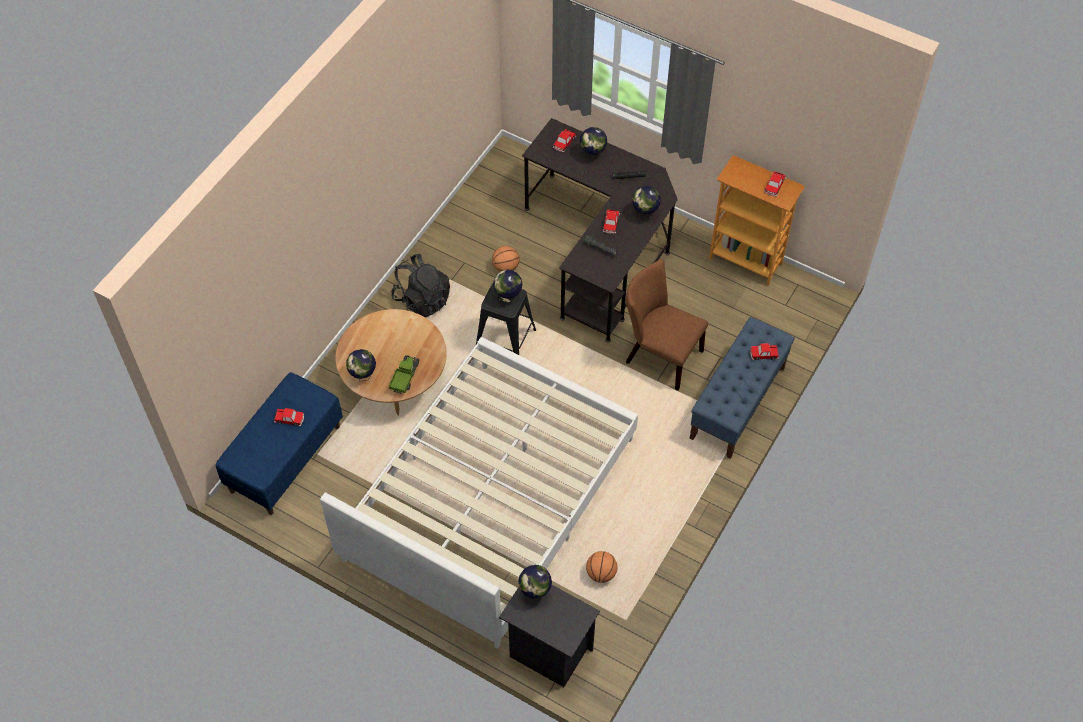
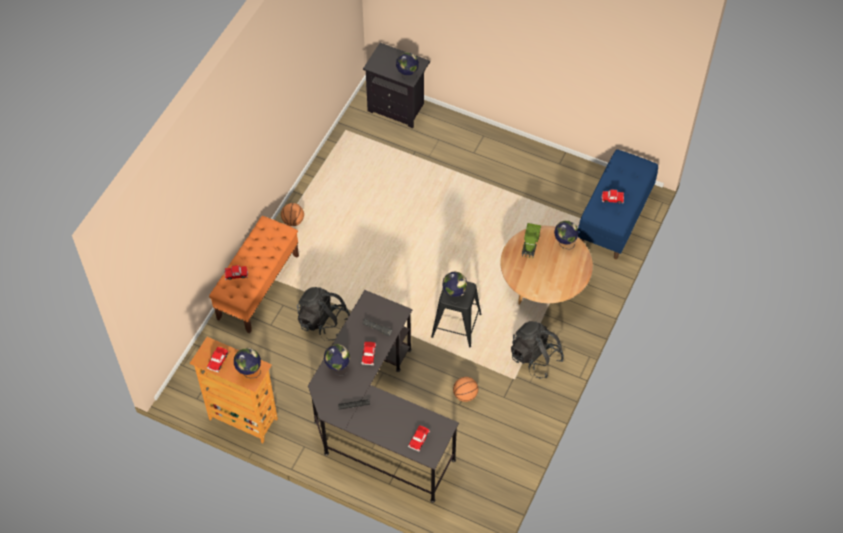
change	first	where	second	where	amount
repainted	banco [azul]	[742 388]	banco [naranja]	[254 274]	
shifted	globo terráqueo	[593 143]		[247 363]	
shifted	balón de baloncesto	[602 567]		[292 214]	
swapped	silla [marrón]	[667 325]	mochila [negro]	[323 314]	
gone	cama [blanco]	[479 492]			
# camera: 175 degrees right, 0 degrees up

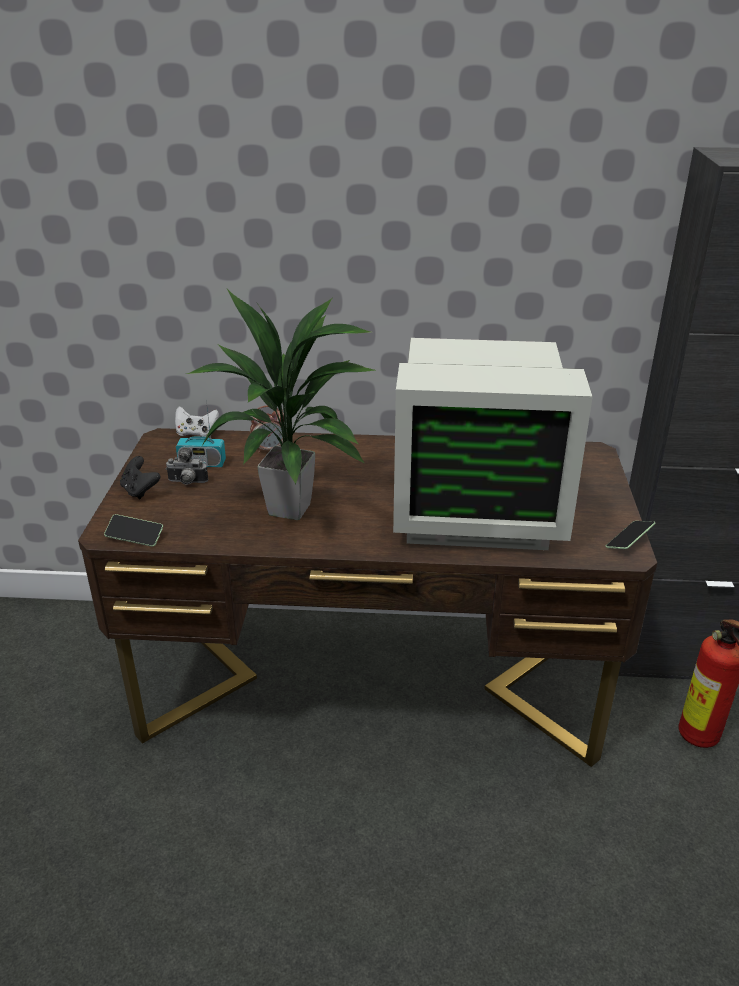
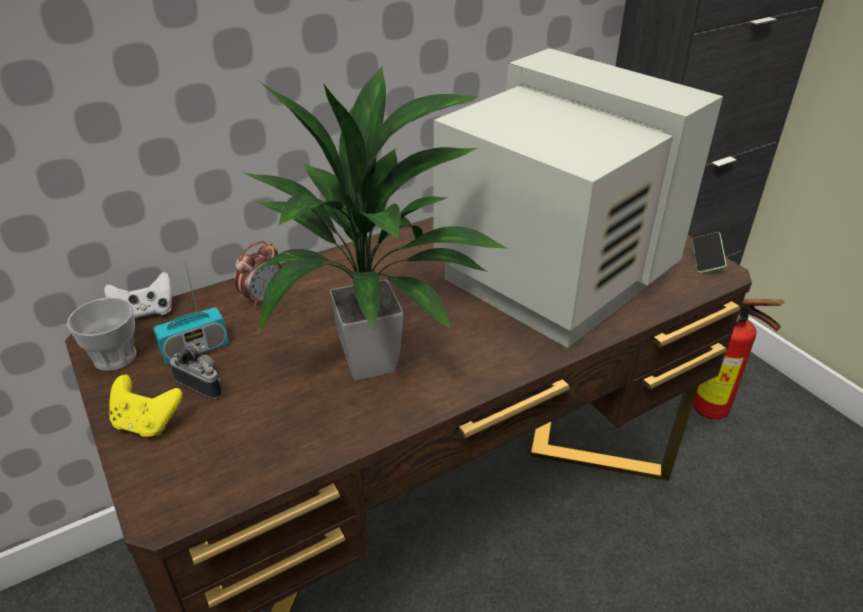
change	first	where	second	where	amount
new			taza	[101 334]	
repainted	mando de consola [negro]	[140 477]	mando de consola [amarillo]	[146 405]	
rotated	cámara	[187 466]		[196 370]	120 degrees counterclockwise
rotated	monitor	[493 444]		[578 198]	105 degrees counterclockwise
gone	móvil	[133 530]			
# camera: 35 degrees left, 5 degrees up

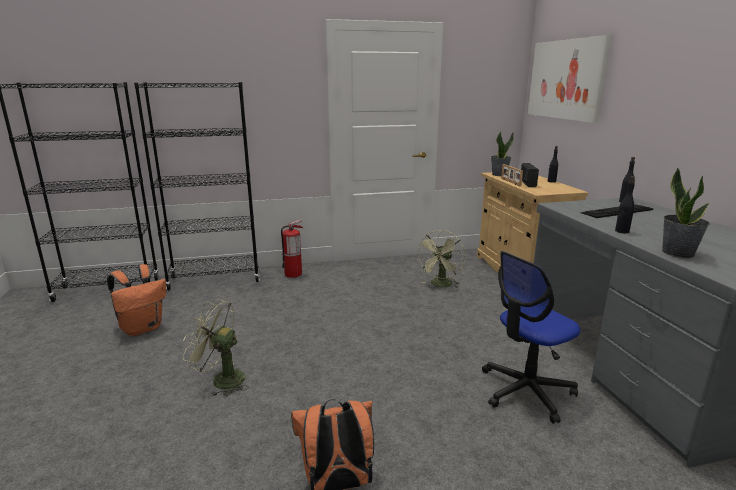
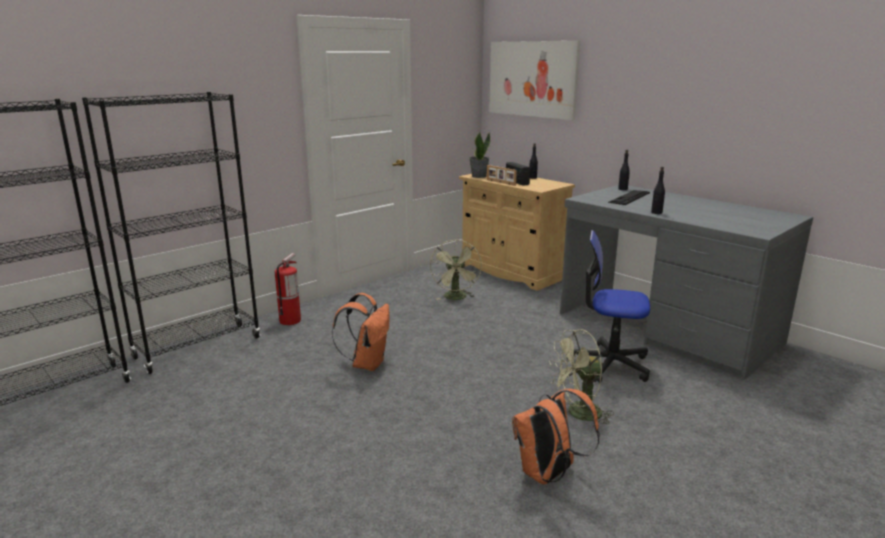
change	first	where	second	where	amount
shifted	mochila [naranja]	[136 300]		[361 332]	
shifted	ventilador [verde]	[216 348]		[581 378]	
rotated	silla de oficina	[531 337]		[608 306]	75 degrees clockwise
gone	planta en maceta	[685 212]			
# camera: 30 degrees left, 0 degrees up

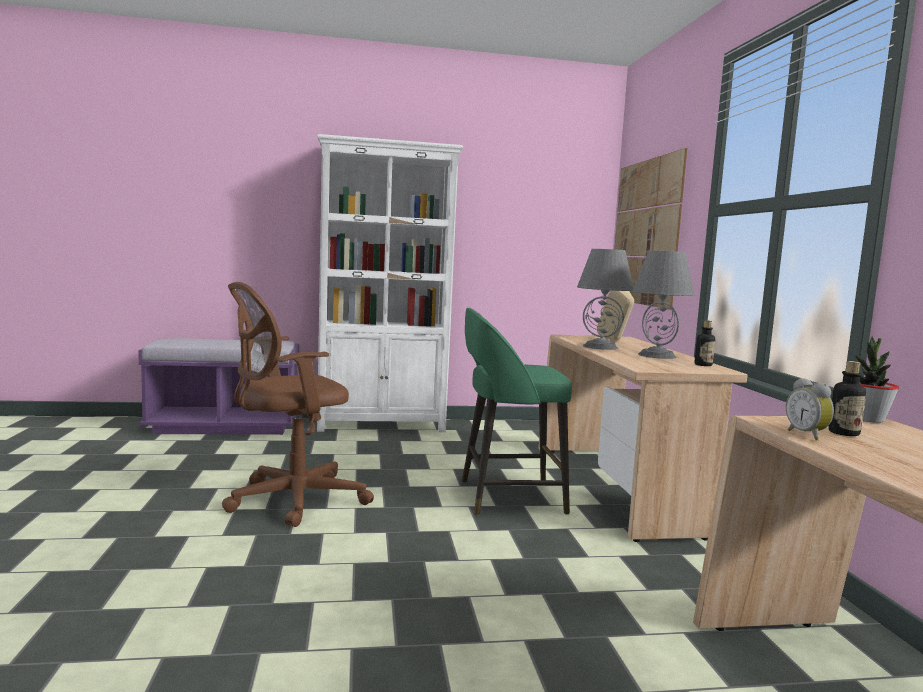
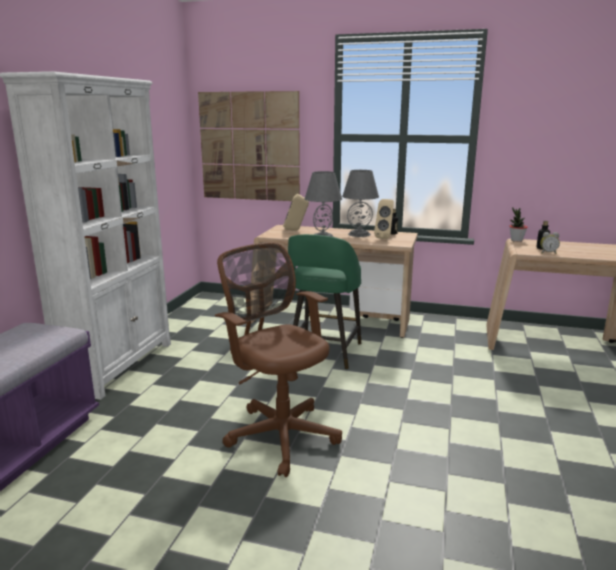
change	first	where	second	where	amount
rotated	silla de oficina [marrón]	[298 404]		[278 360]	150 degrees clockwise
new			altavoz [beis]	[384 219]	
# camera: 65 degrees left, 10 degrees up

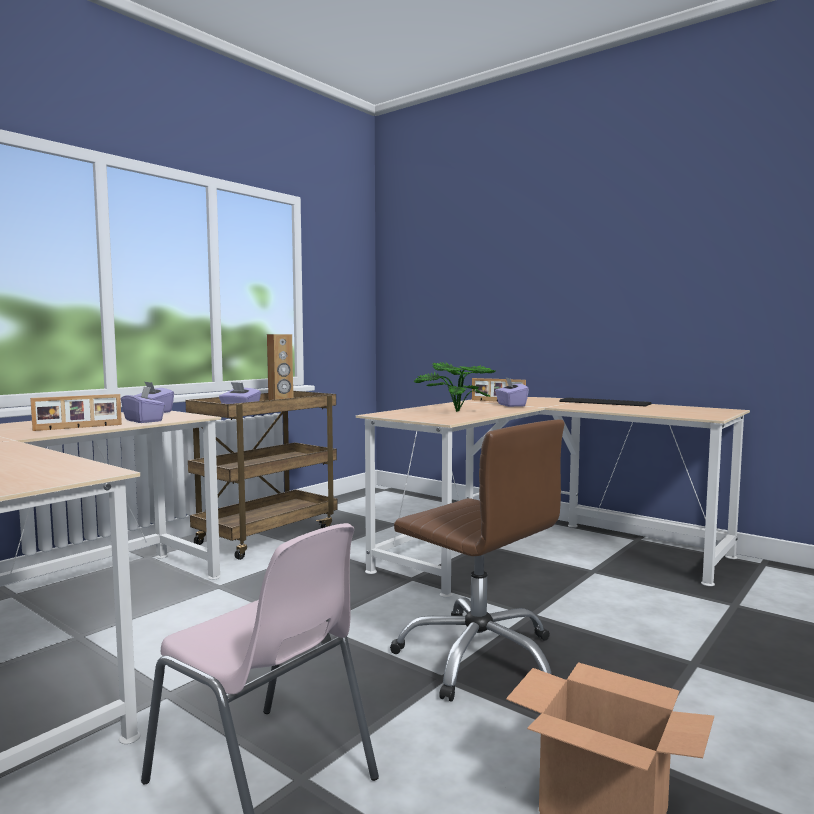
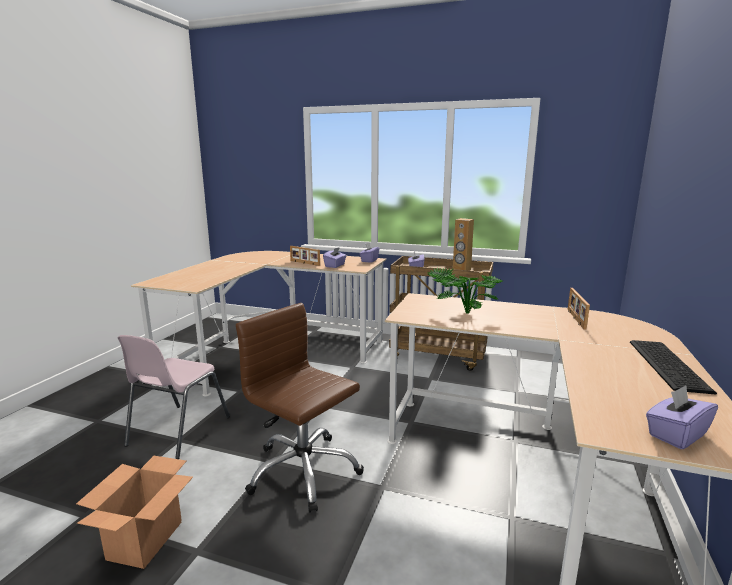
change	first	where	second	where	amount
rotated	silla de oficina [marrón]	[477 561]		[300 408]	105 degrees clockwise
shifted	caja de pañuelos [morado]	[512 392]		[682 417]	
# camera: 70 degrees right, 10 degrees up

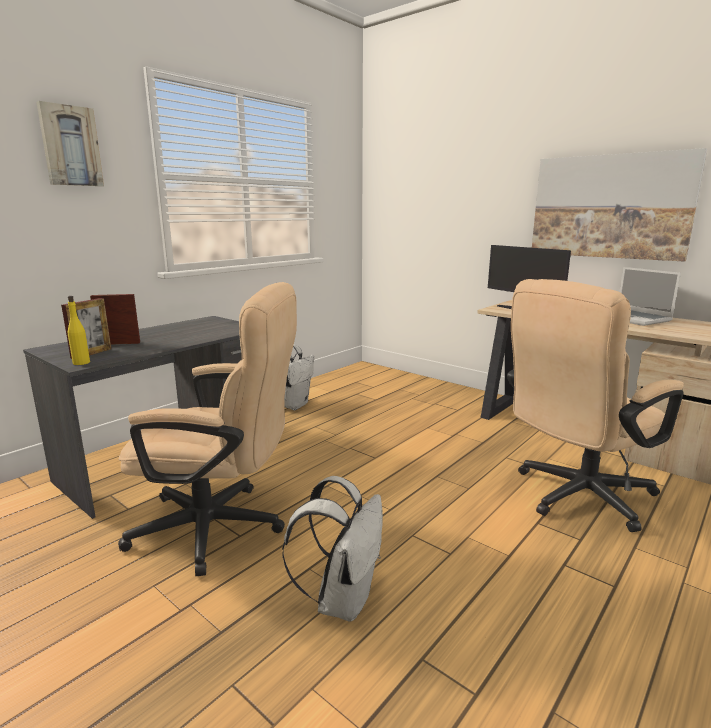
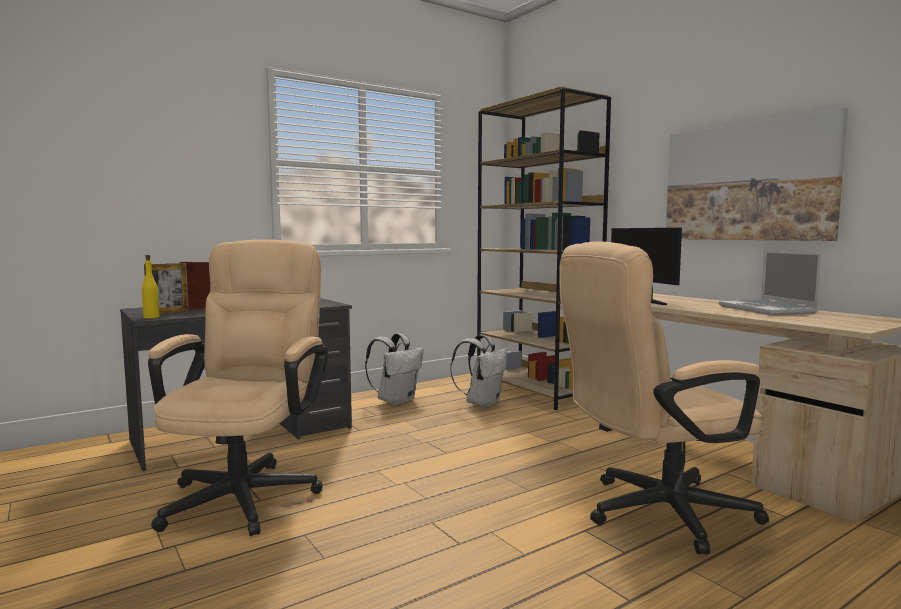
change	first	where	second	where	amount
rotated	silla de oficina [beis]	[207 429]		[238 388]	105 degrees counterclockwise
shifted	mochila [blanco]	[332 549]		[478 371]	
new			estantería [marrón]	[544 248]	
gone	cuadro	[70 143]			
# camera: 15 degrees right, 10 degrees down

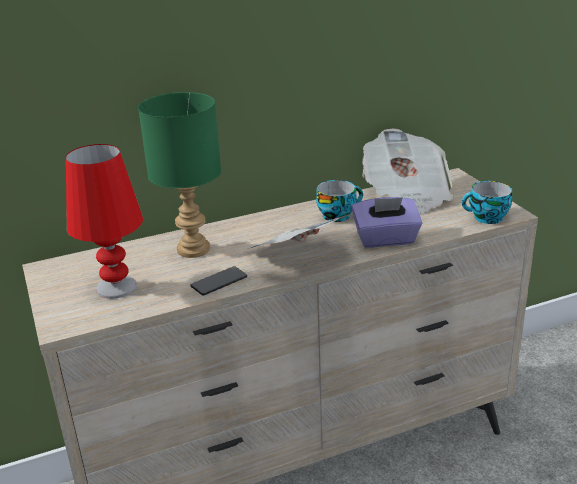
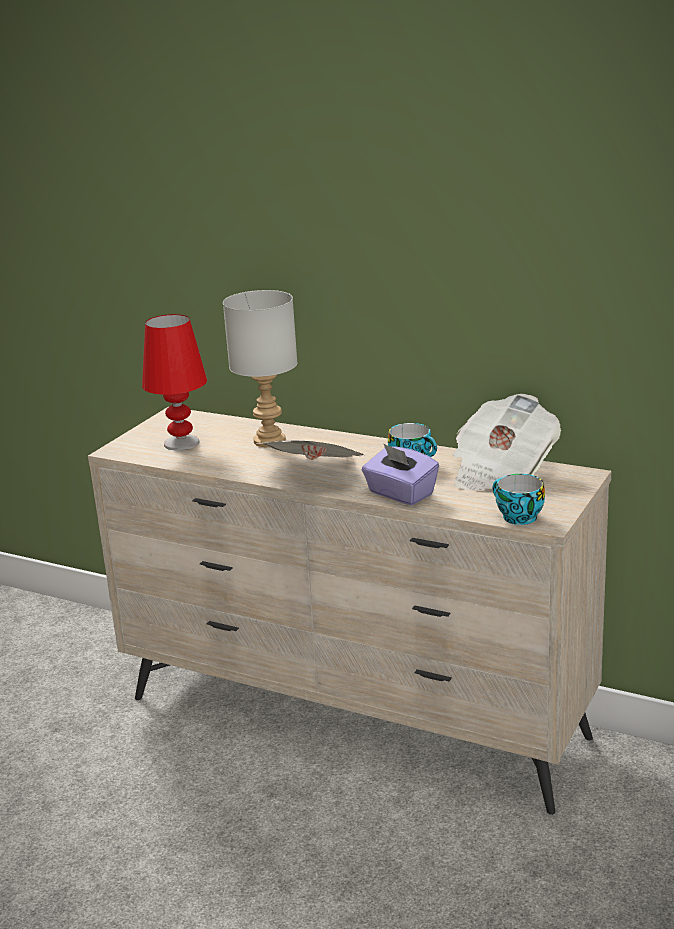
change	first	where	second	where	amount
repainted	lámpara de mesa [verde]	[179 175]	lámpara de mesa [gris]	[260 368]	
gone	móvil	[218 281]			
# camera: 50 degrees right, 5 degrees down

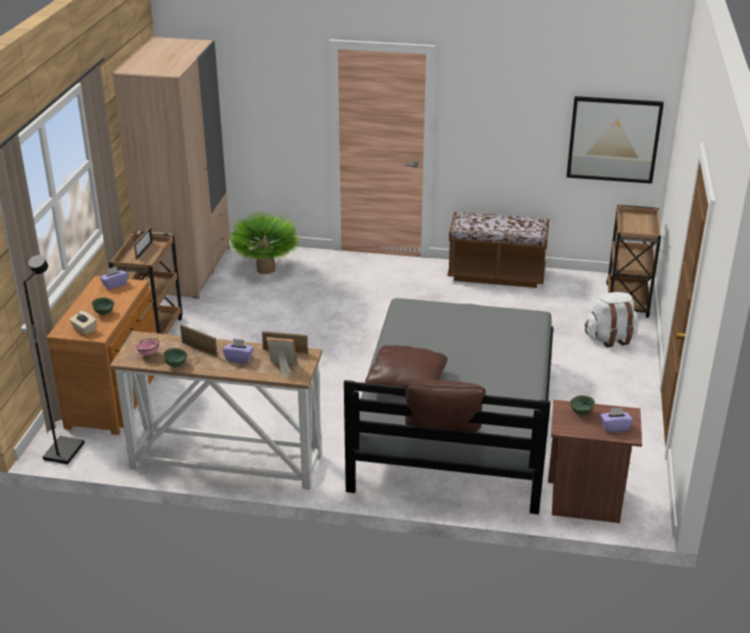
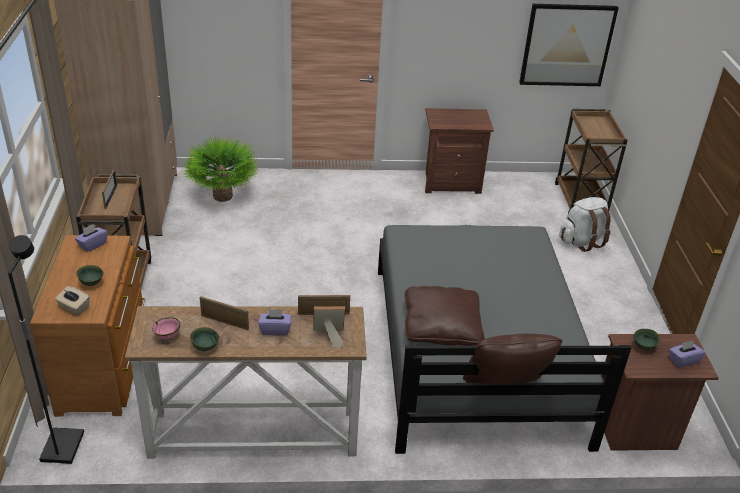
change	first	where	second	where	amount
swapped	banco [marrón]	[498 250]	mesita de noche [marrón]	[459 151]	
# camera: 15 degrees left, 5 degrees up

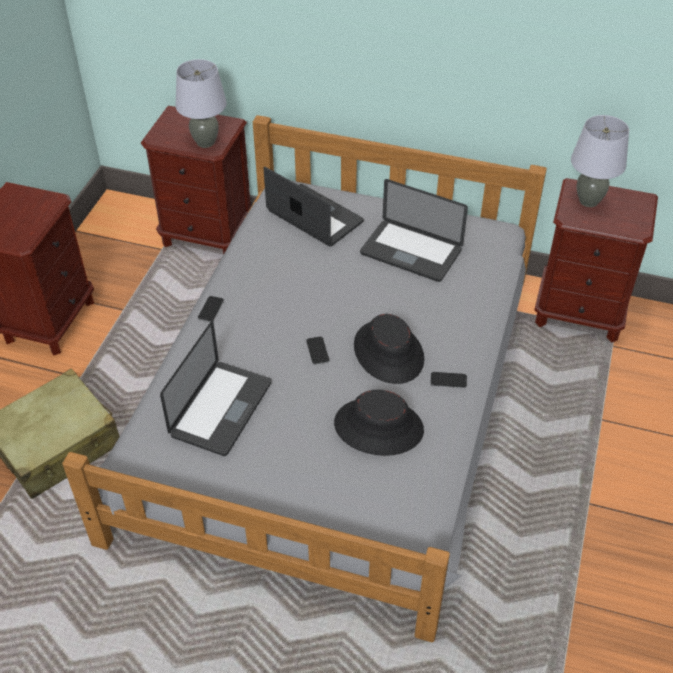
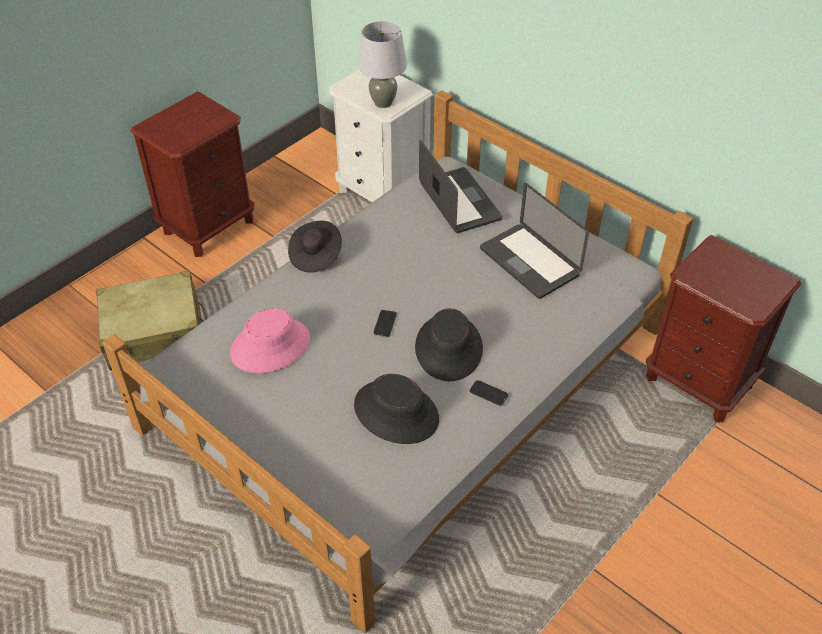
change	first	where	second	where	amount
swapped	portátil	[215 388]	sombrero [rosa]	[270 340]	
swapped	móvil	[211 309]	sombrero [negro]	[315 247]	
repainted	mesita de noche [marrón]	[196 180]	mesita de noche [blanco]	[381 136]	
gone	lámpara de mesa [gris]	[600 161]			
# camera: 25 degrees right, 0 degrees up

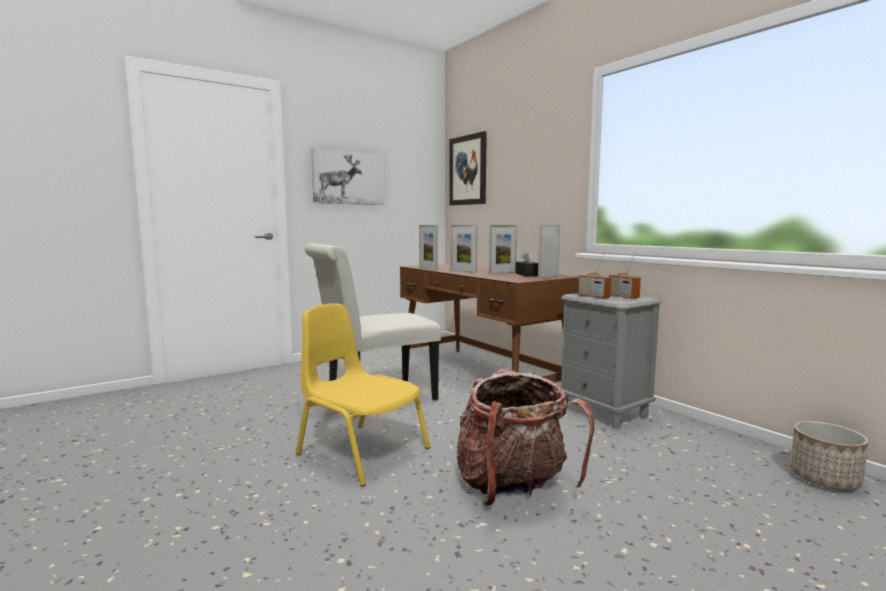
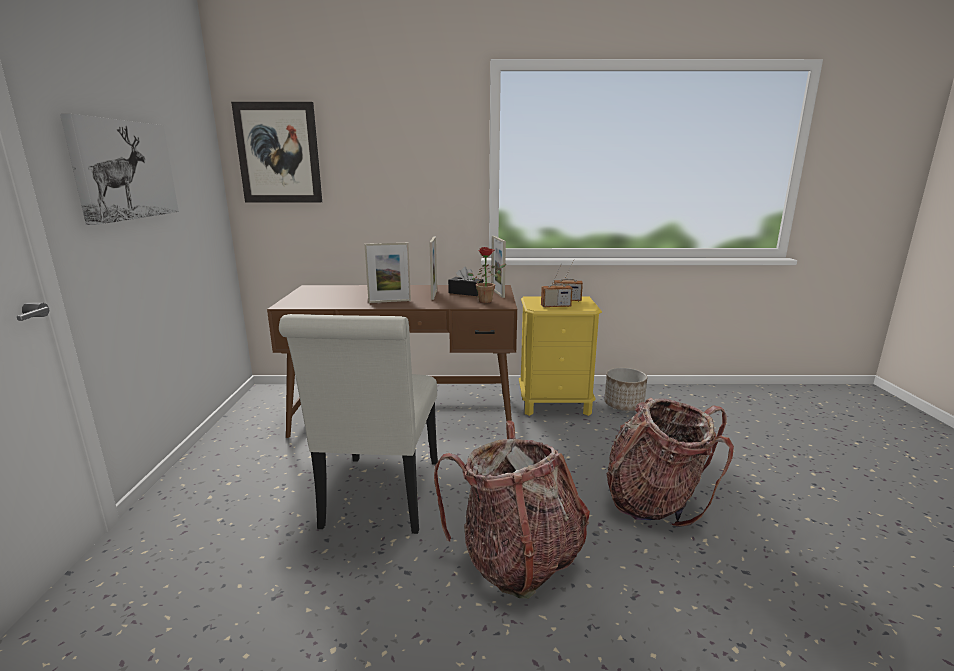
change	first	where	second	where	amount
swapped	silla [amarillo]	[363 395]	mochila	[512 509]	
new			planta en maceta	[487 275]	
repainted	mesita de noche [gris]	[610 361]	mesita de noche [amarillo]	[560 356]	
shifted	maceta	[829 455]		[625 389]	
gone	portarretratos	[428 247]			
# camera: 55 degrees left, 10 degrees up

